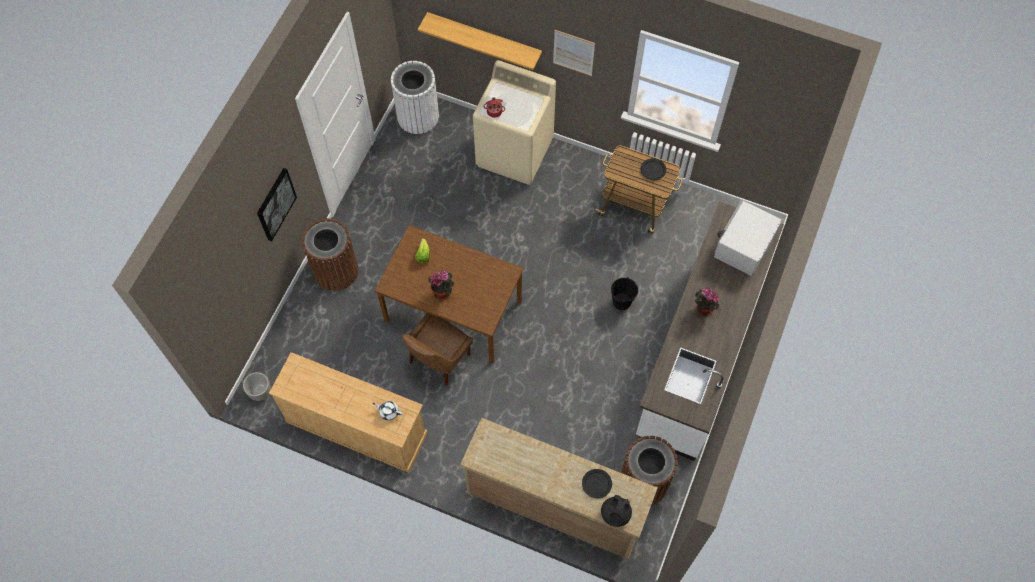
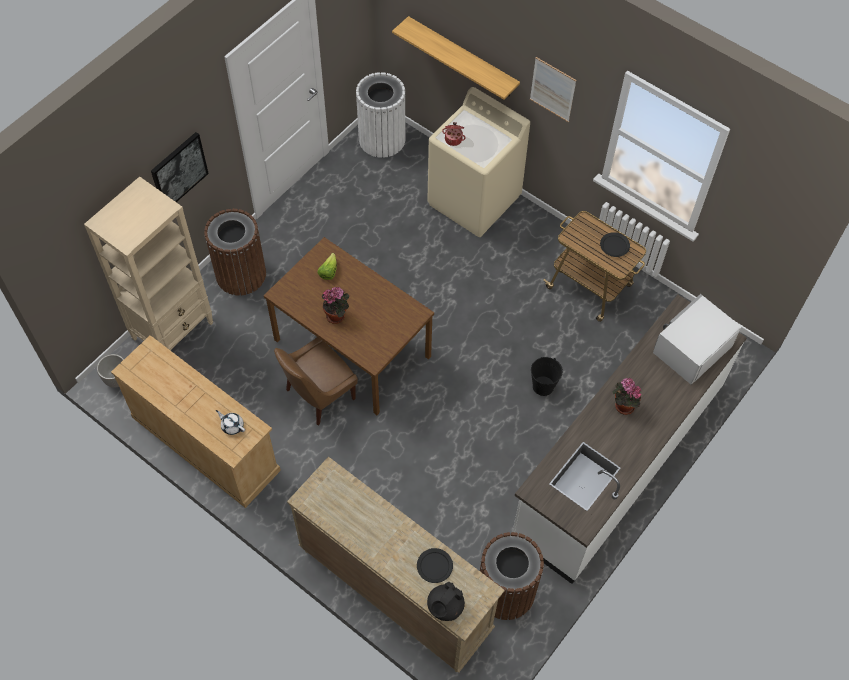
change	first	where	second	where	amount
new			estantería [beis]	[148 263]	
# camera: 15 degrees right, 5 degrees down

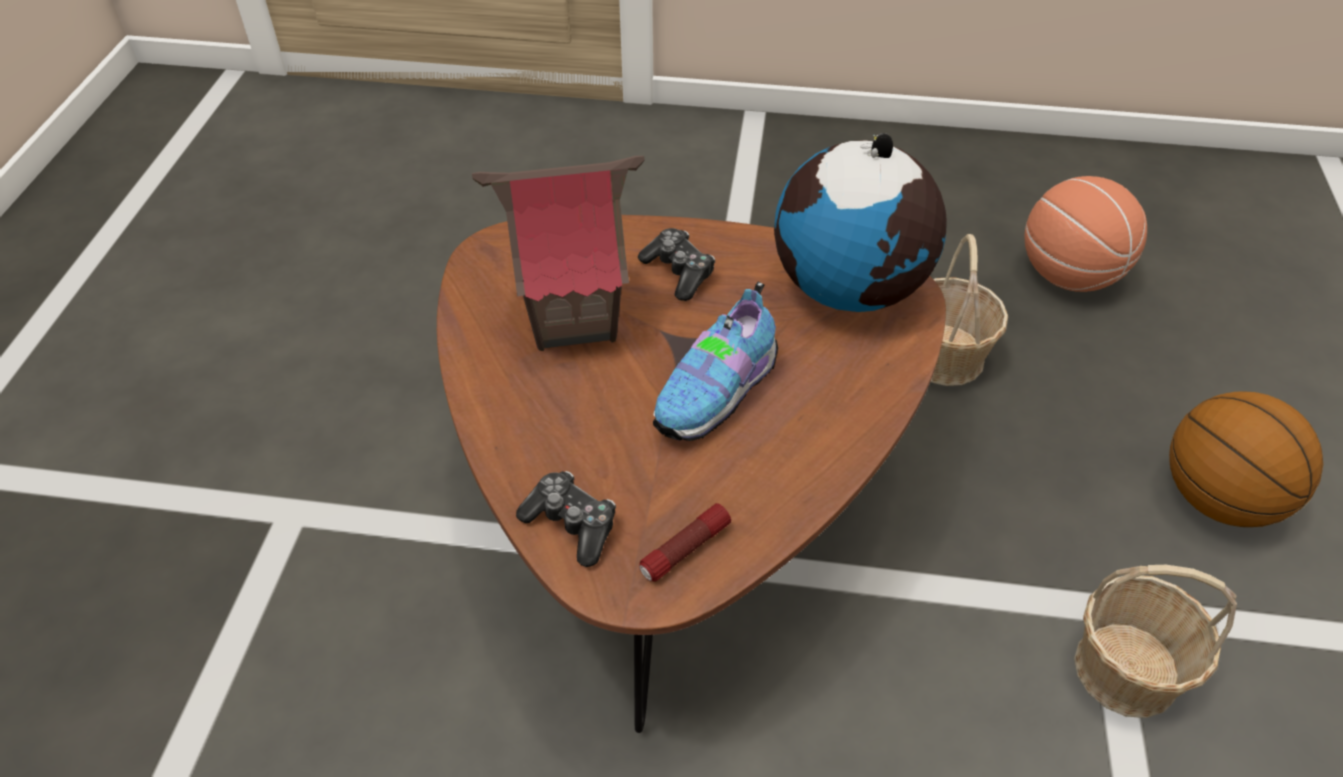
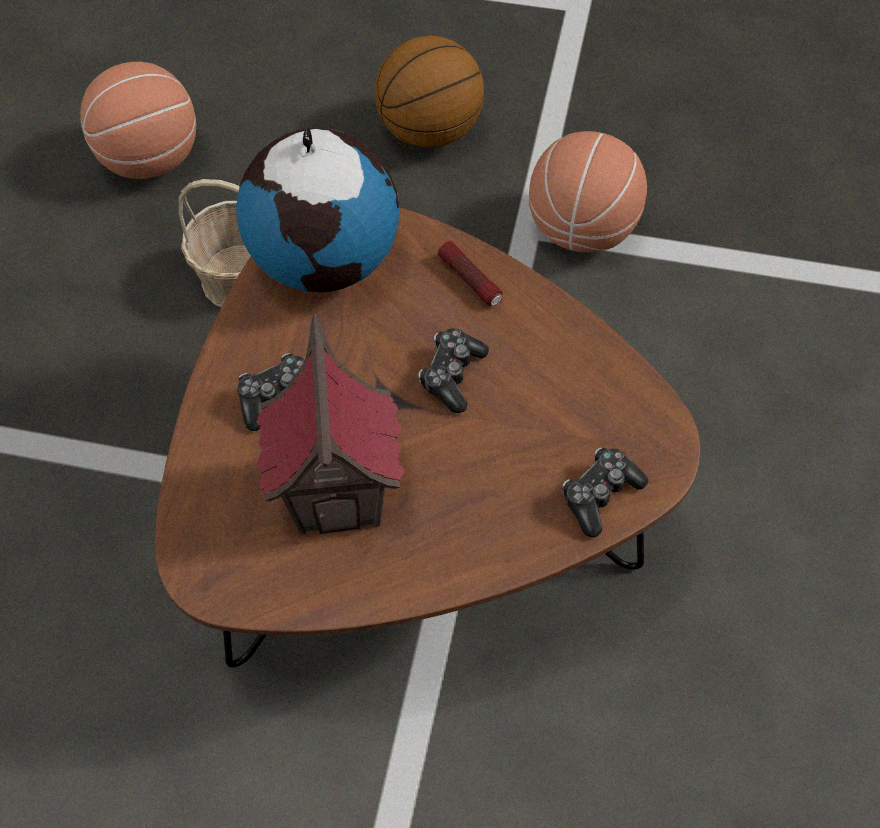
change	first	where	second	where	amount
swapped	zapato	[715 361]	mando de consola	[453 370]	
shifted	linterna	[685 542]		[470 273]	
swapped	cesta	[1155 641]	balón de baloncesto	[588 192]	
# camera: 85 degrees left, 10 degrees up

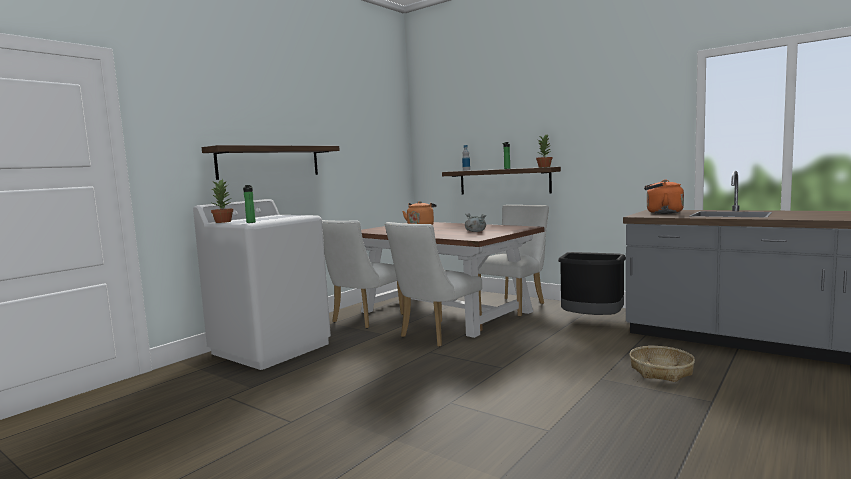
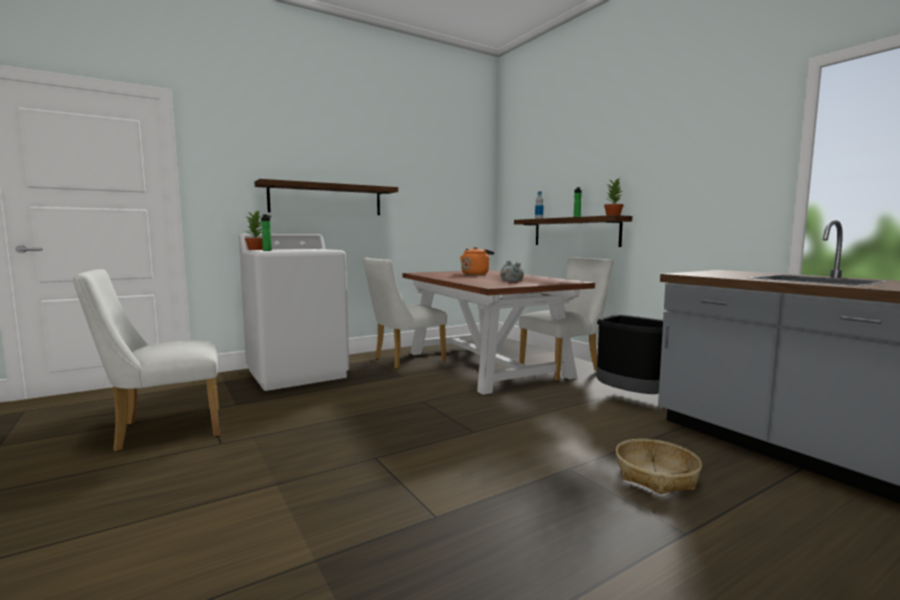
change	first	where	second	where	amount
shifted	silla [blanco]	[434 284]		[146 360]	
gone	hervidor [naranja]	[664 197]			
# camera: 20 degrees right, 0 degrees up

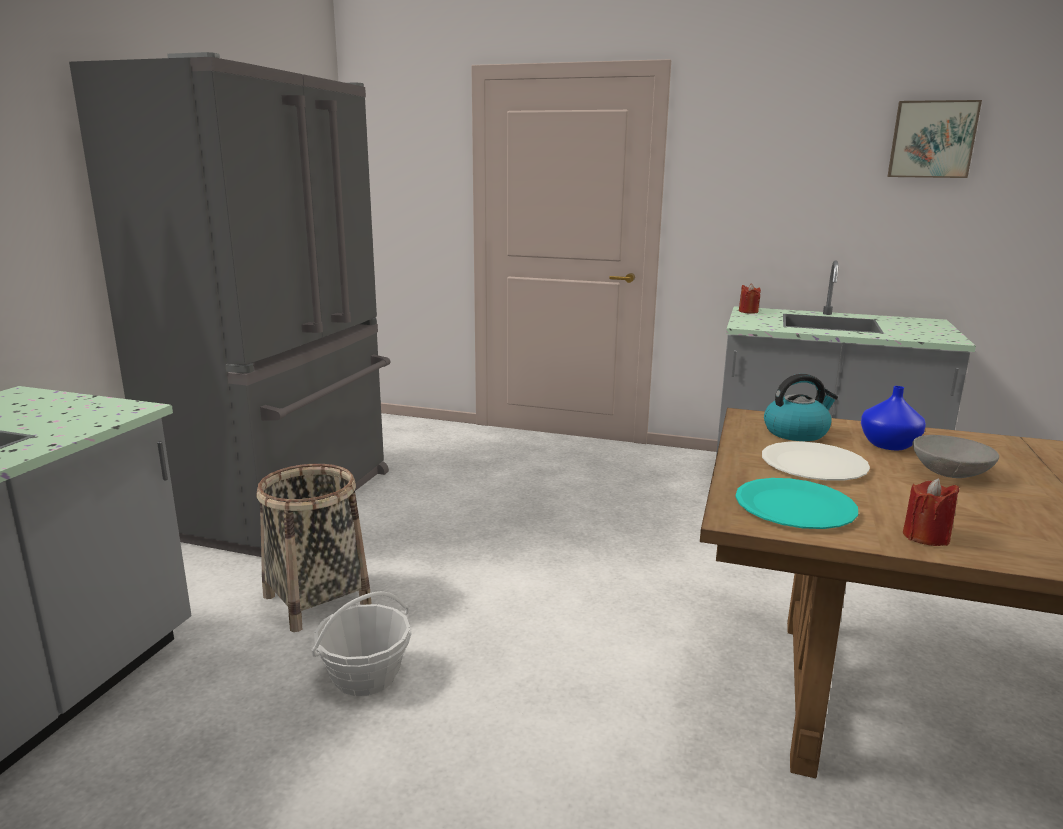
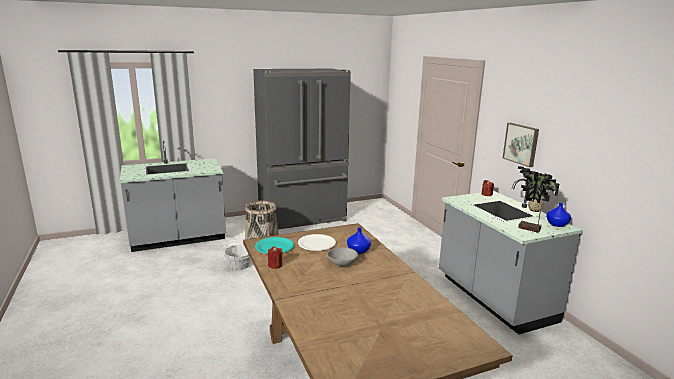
change	first	where	second	where	amount
shifted	cuadro	[934 139]		[521 145]	
new			planta en maceta	[538 199]	
new			florero [azul]	[558 215]	
gone	hervidor	[801 407]			
# camera: 50 degrees right, 0 degrees up

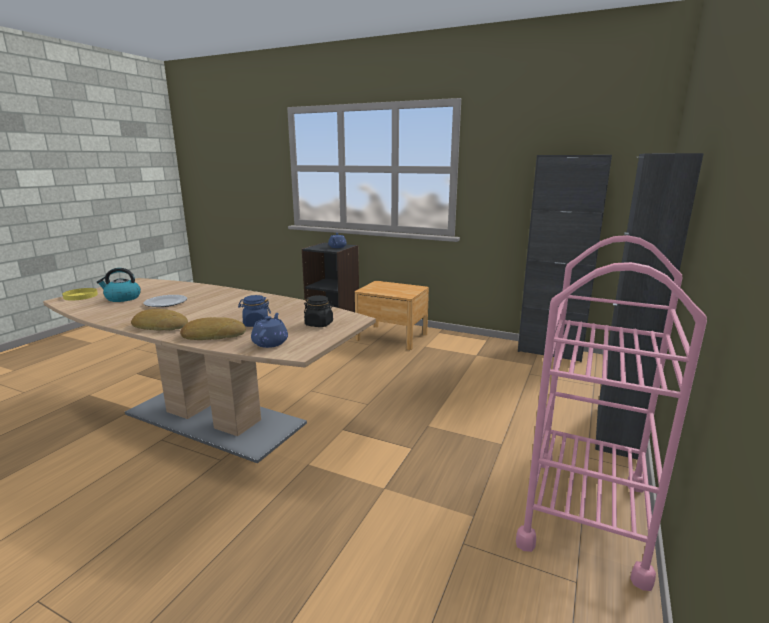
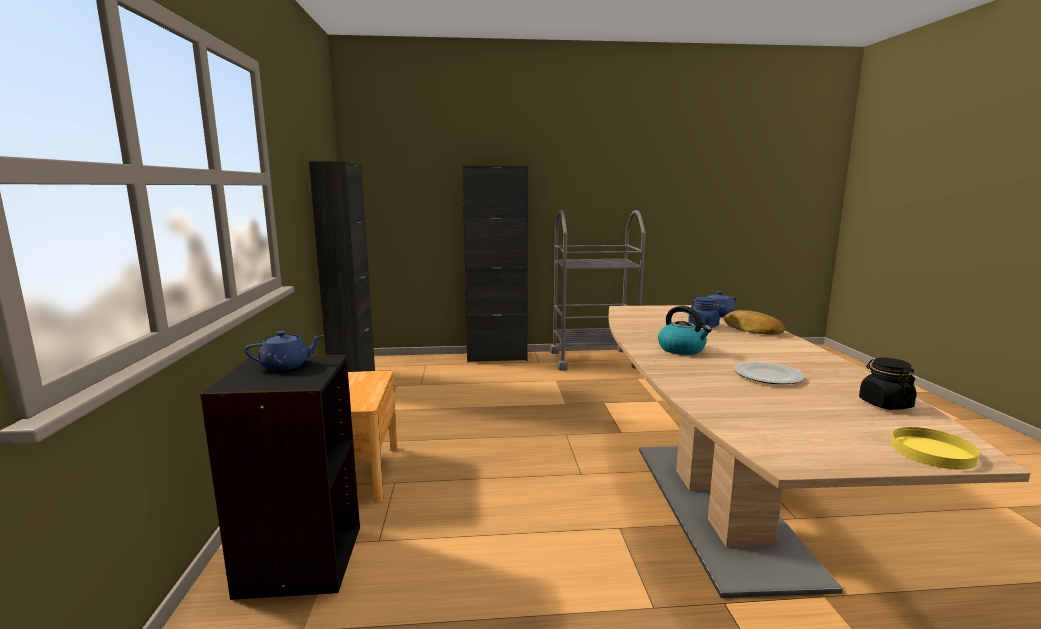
change	first	where	second	where	amount
repainted	carrito [rosa]	[611 413]	carrito [gris]	[598 290]	
shifted	hervidor	[119 285]		[685 330]	
shifted	tarro [negro]	[319 311]		[888 384]	
gone	pan	[159 320]			
# camera: 120 degrees left, 5 degrees down

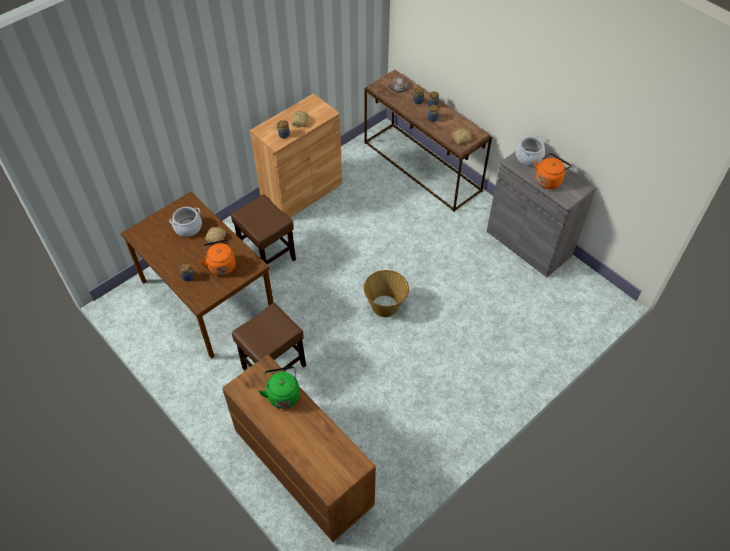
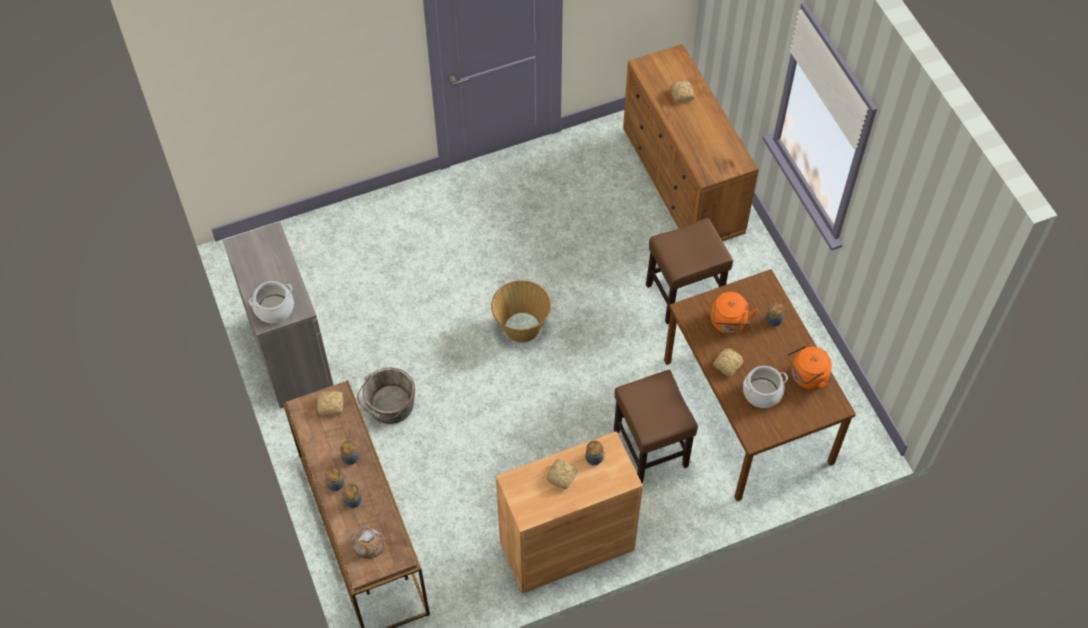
change	first	where	second	where	amount
new			cubo [gris]	[386 396]	
new			pan	[682 92]	
shifted	hervidor [naranja]	[553 171]		[809 367]	
gone	hervidor [verde]	[279 387]			
# camera: 160 degrees left, 5 degrees up

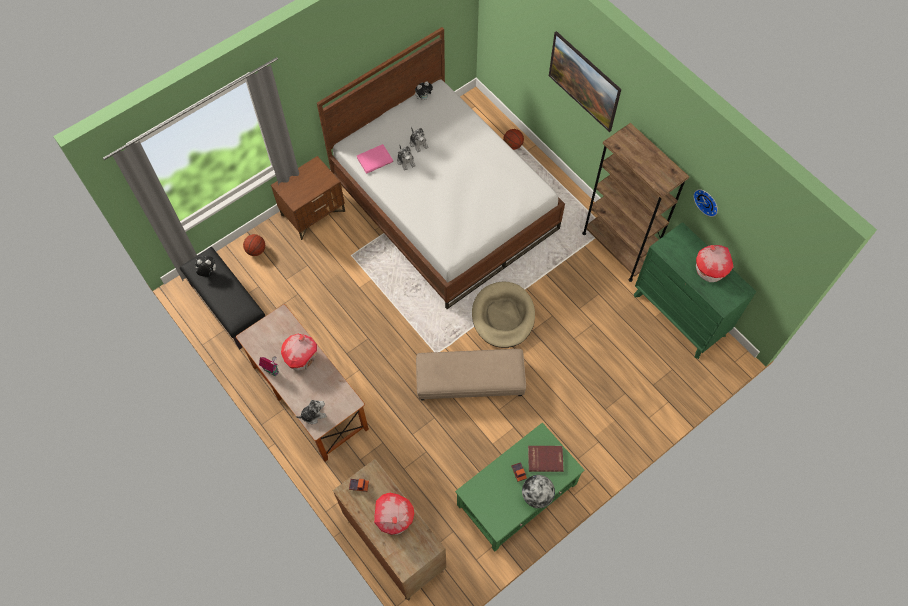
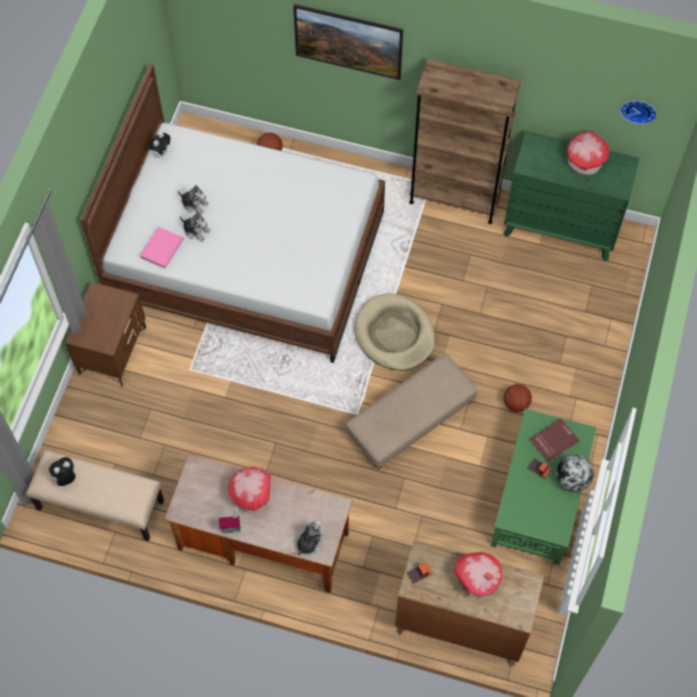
change	first	where	second	where	amount
repainted	banco [negro]	[222 298]	banco [beis]	[95 495]	
shifted	balón de baloncesto	[254 245]		[518 398]	
shifted	reloj de pared	[705 203]		[638 112]	
# camera: 35 degrees left, 0 degrees up

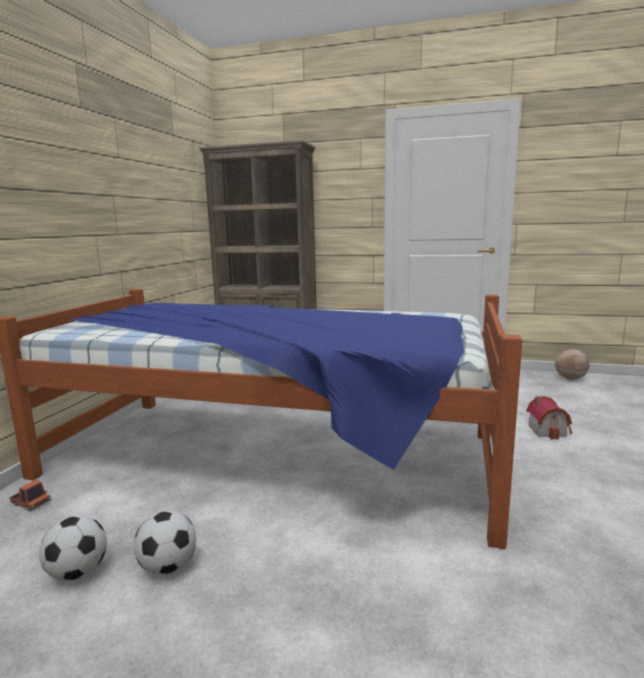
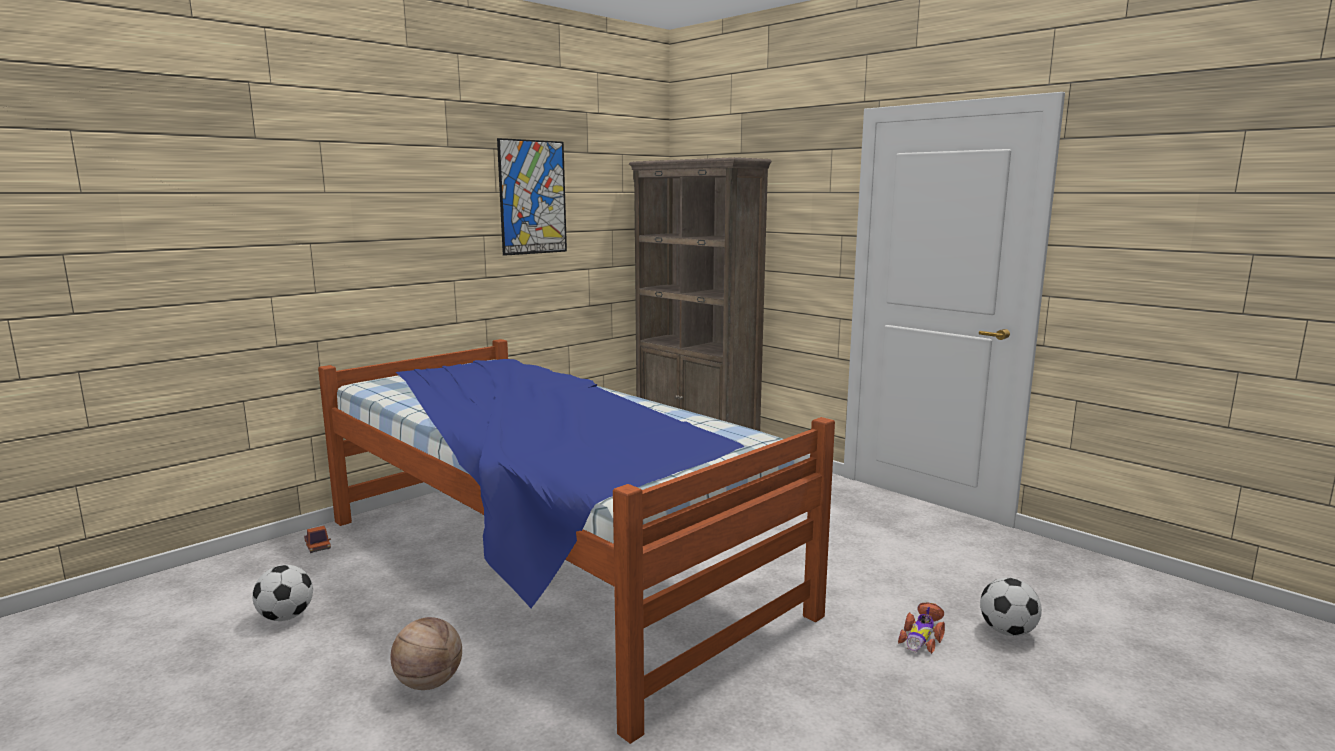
change	first	where	second	where	amount
shifted	balón de baloncesto	[572 364]		[426 653]	
new			cuadro	[532 197]	
swapped	casita	[549 418]	coche de juguete	[921 628]	
shifted	balón de fútbol	[165 542]		[1011 606]	
# camera: 30 degrees right, 0 degrees up

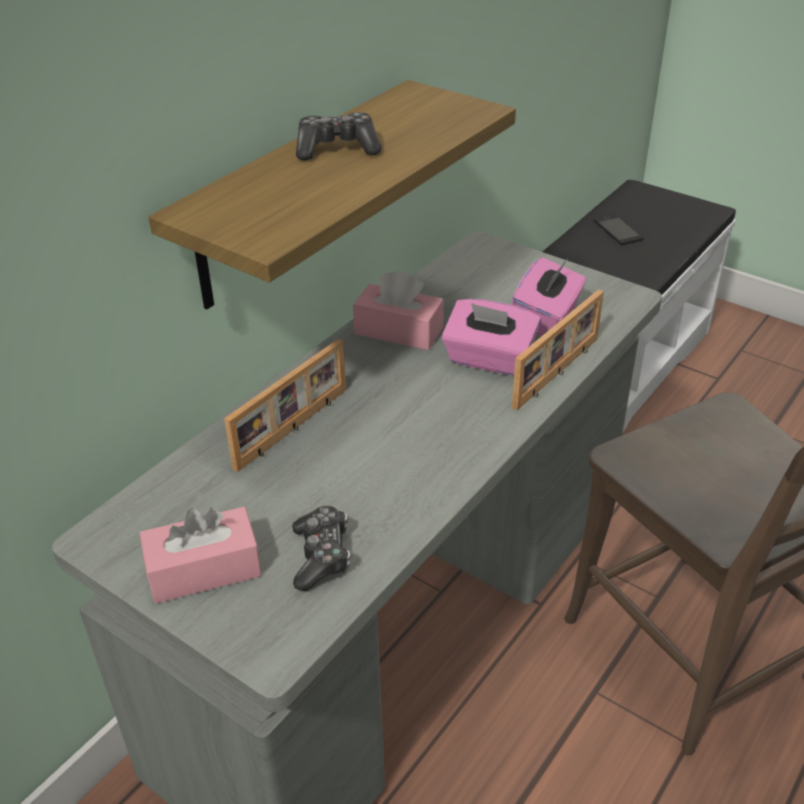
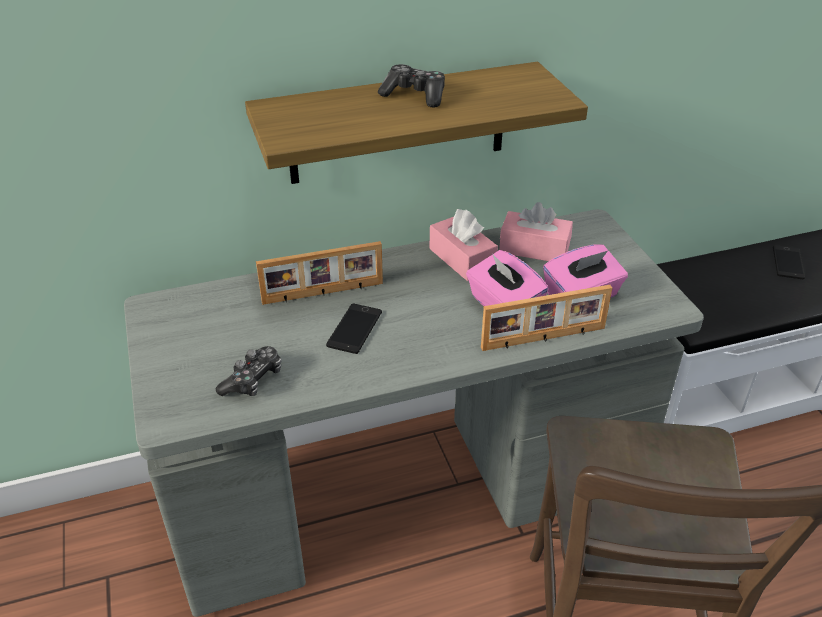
change	first	where	second	where	amount
new			móvil	[354 329]	
shifted	caja de pañuelos [rosa]	[201 555]		[536 231]	
# camera: 35 degrees right, 0 degrees up

